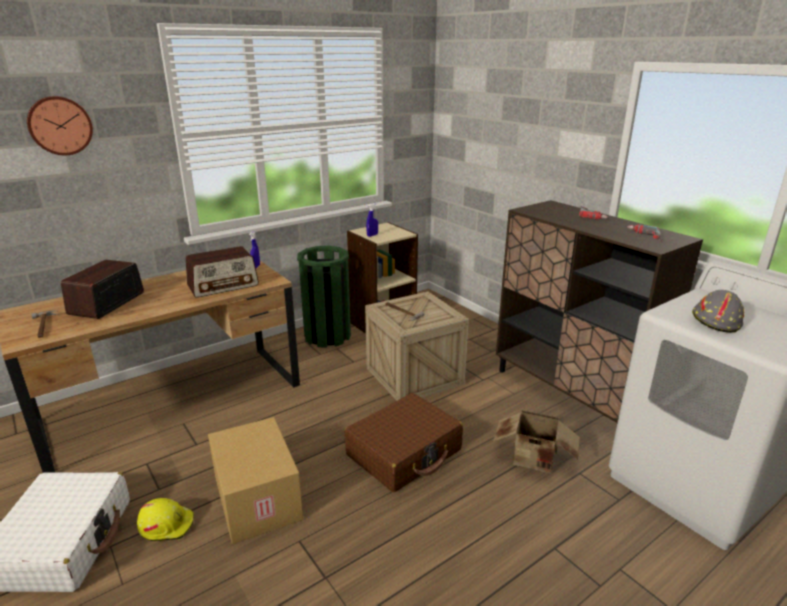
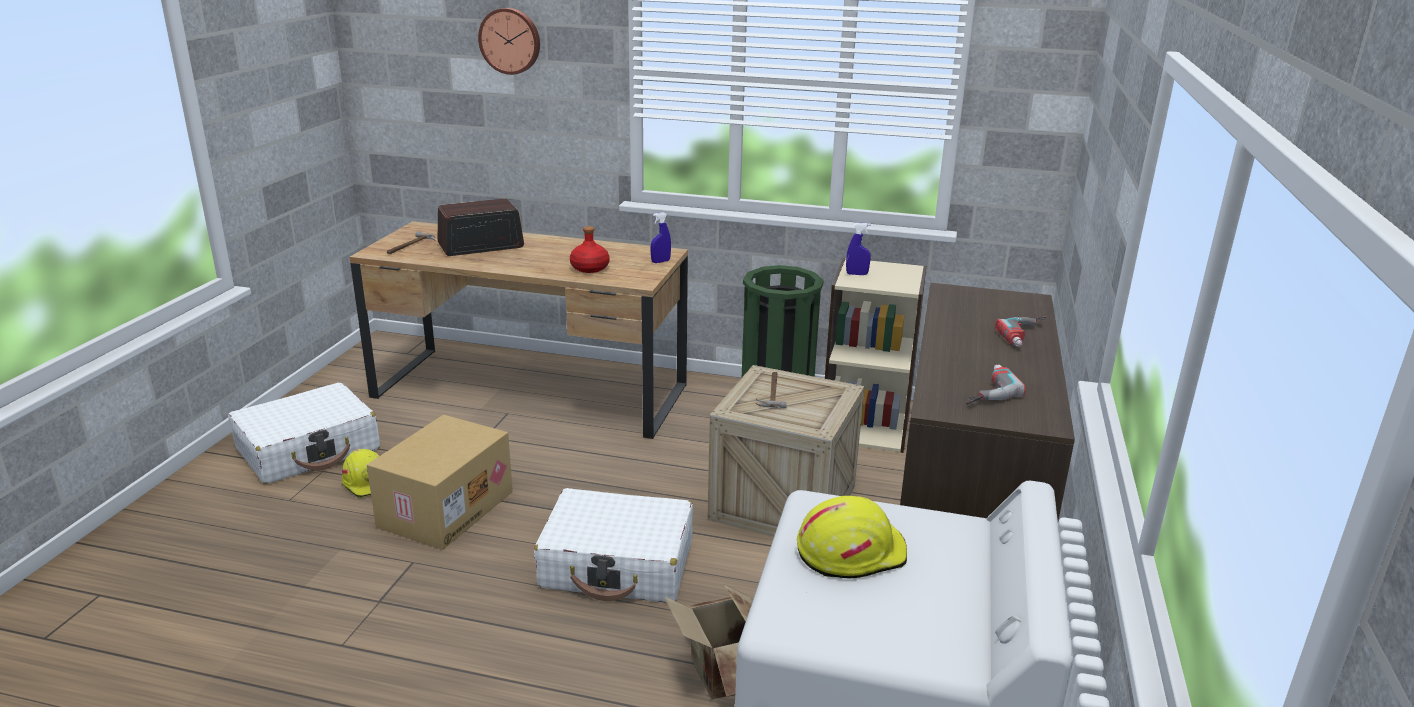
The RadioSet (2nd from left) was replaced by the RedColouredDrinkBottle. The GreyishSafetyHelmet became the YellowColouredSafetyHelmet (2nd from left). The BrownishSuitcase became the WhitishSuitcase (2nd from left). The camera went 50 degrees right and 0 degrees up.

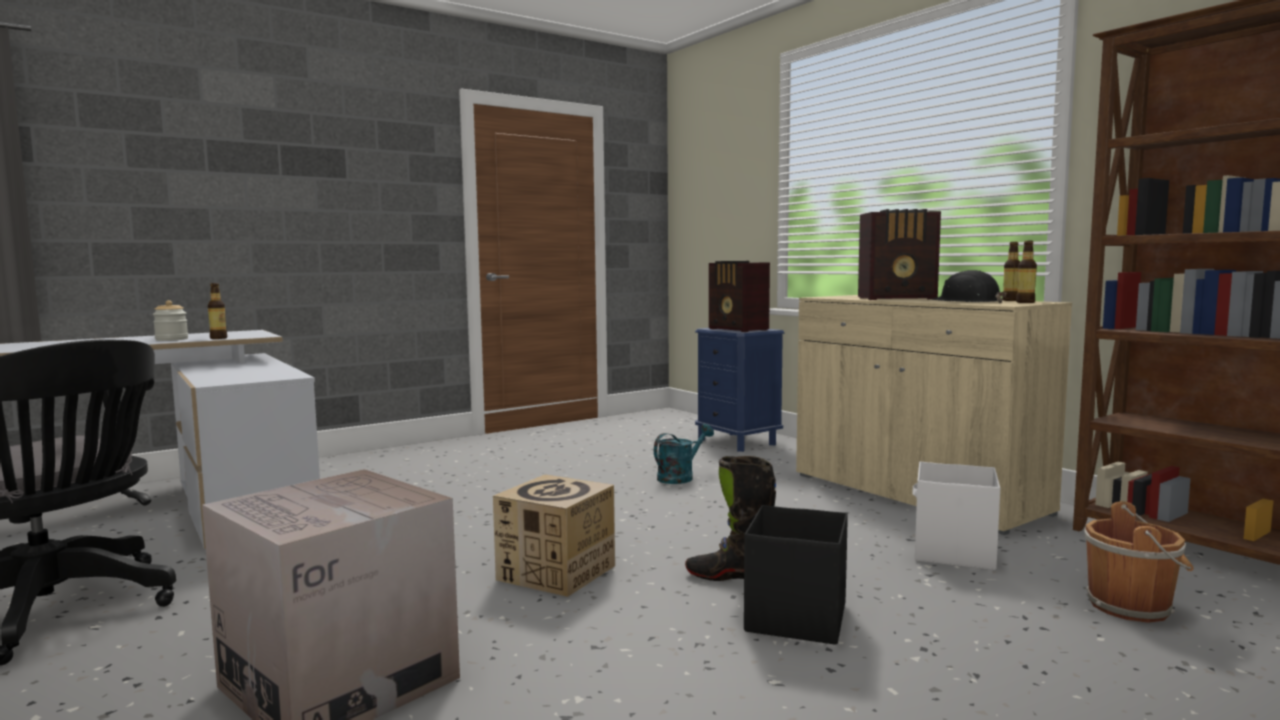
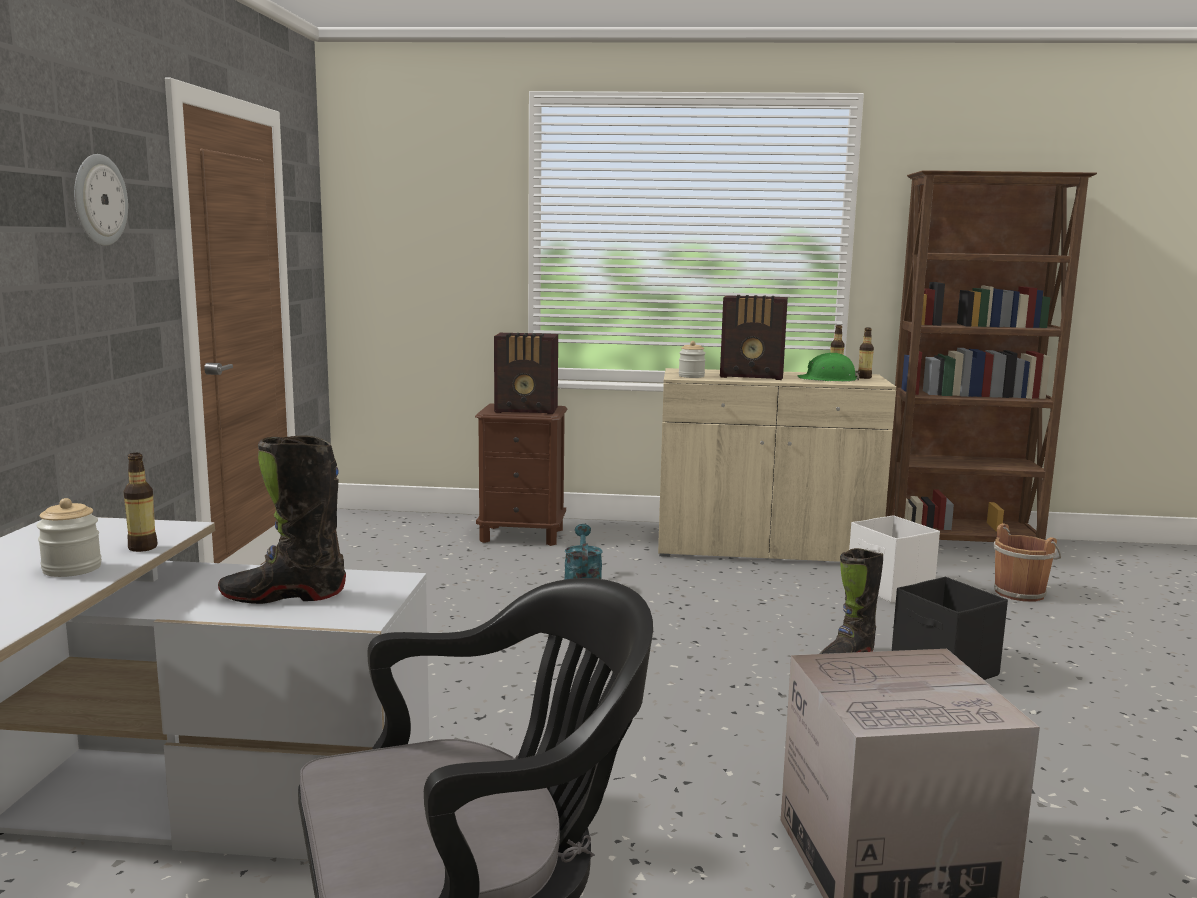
The RadioSet (2nd from left) turned 60 degrees clockwise. The BlackColouredSafetyHelmet became the GreenSafetyHelmet. The BlueBedsideTable became the BrownishBedsideTable. The PackingBox (2nd from left) disappeared. The ClockOnTheWall appeared. The Jar (2nd from left) appeared. The BlackColouredHighTopBoot (1st from left) appeared. The camera went 50 degrees left and 5 degrees up.

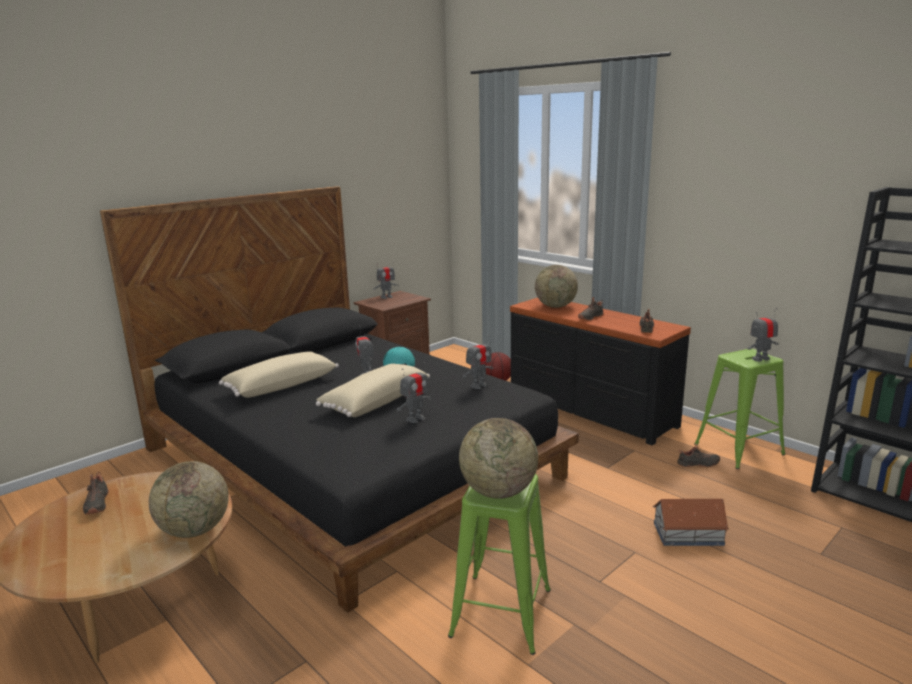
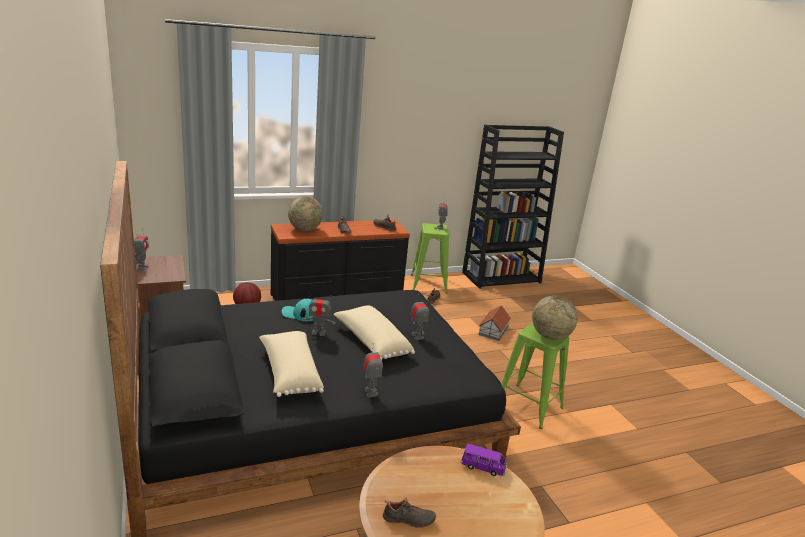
The ModelRobot (4th from left in the first image) moved. The DeskGlobe (1st from left) was replaced by the PurpleToyCar. The camera went 70 degrees left and 5 degrees up.

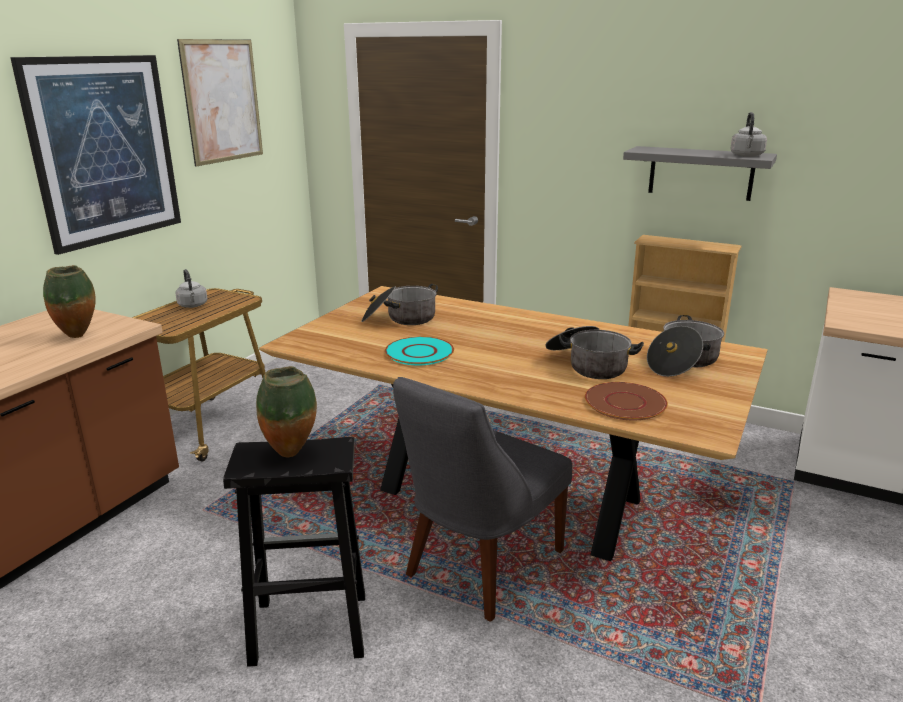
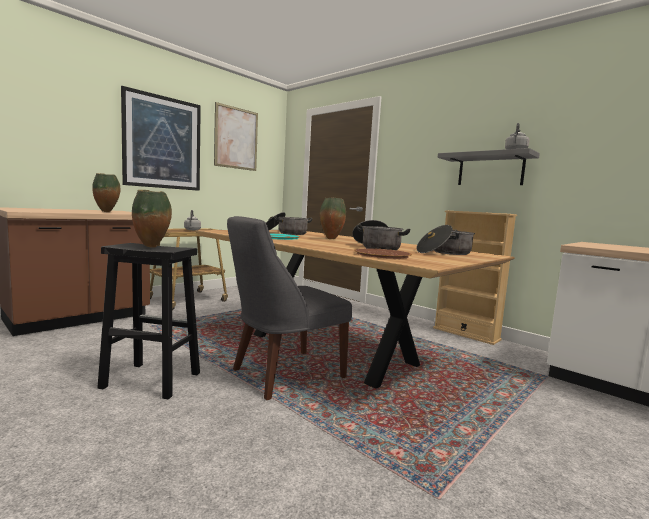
The DecorativeVase (3rd from left) appeared. The camera went 15 degrees right and 15 degrees down.

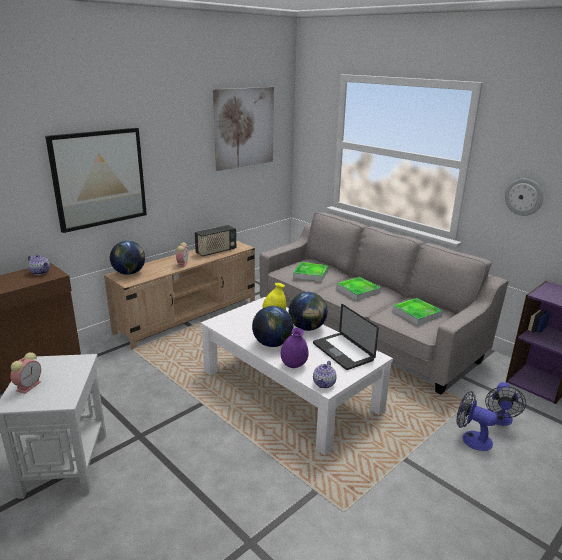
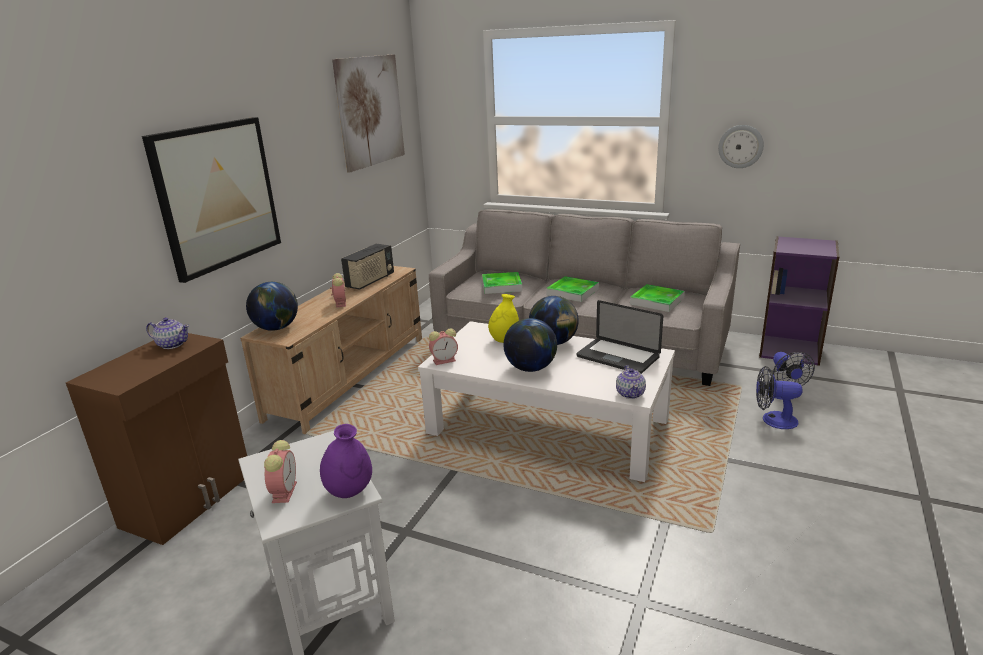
The PurpleDecorativeVase moved. The AlarmClock (3rd from left) appeared. The camera went 20 degrees left and 0 degrees up.

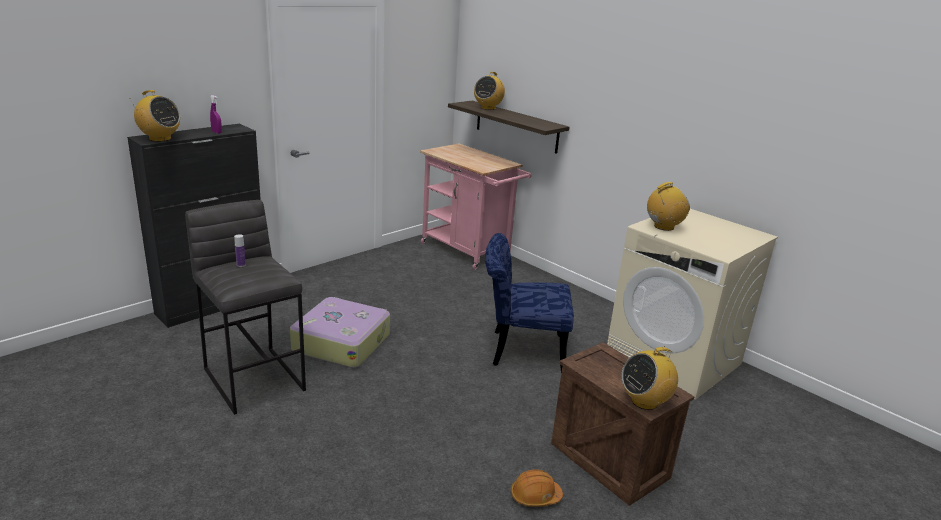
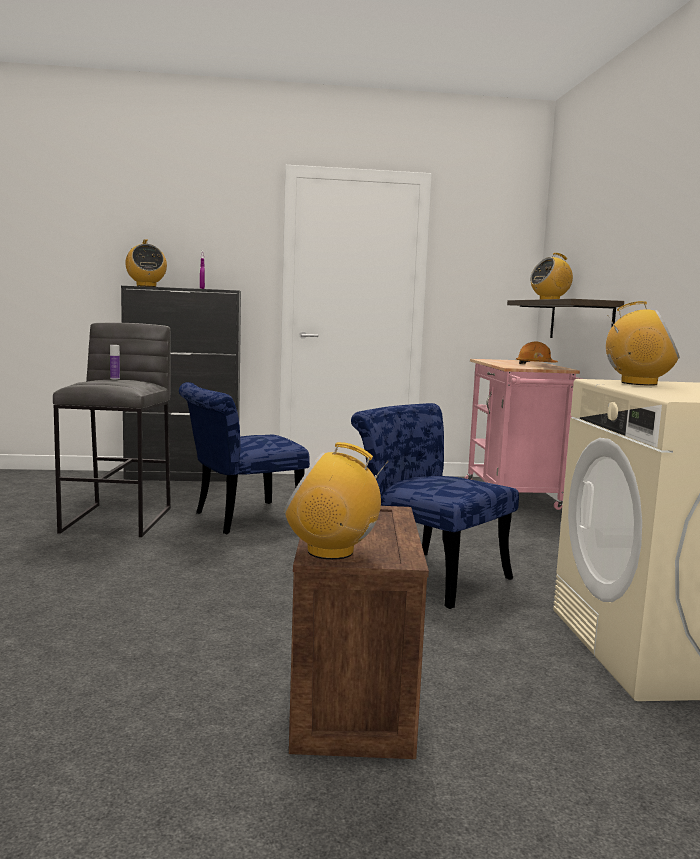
The Suitcase was replaced by the BluePlainChair (1st from left). The OrangeColouredSafetyHelmet moved. The camera went 40 degrees right and 15 degrees down.

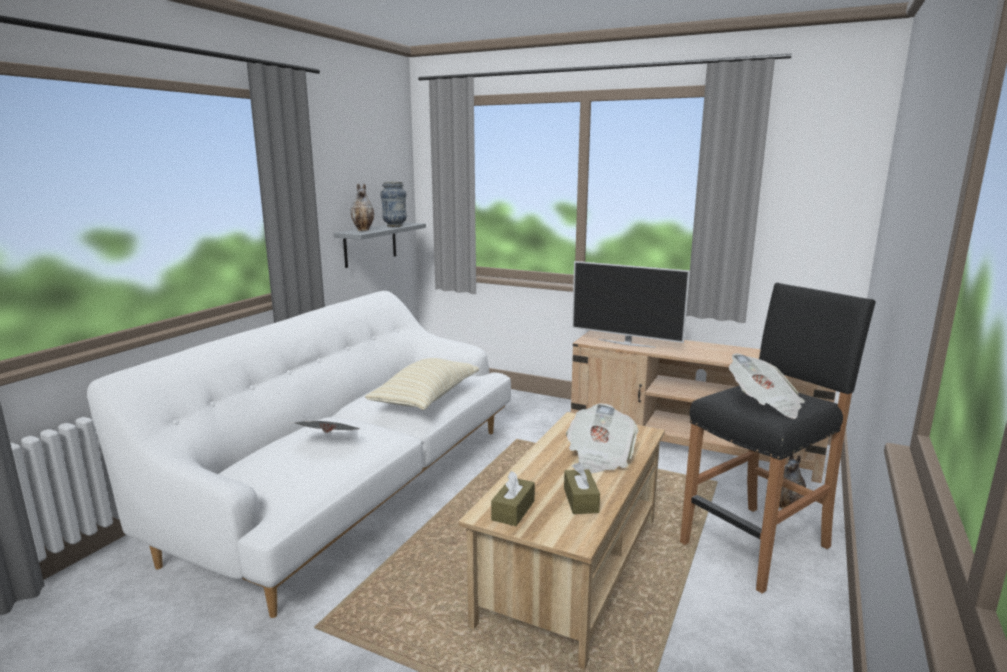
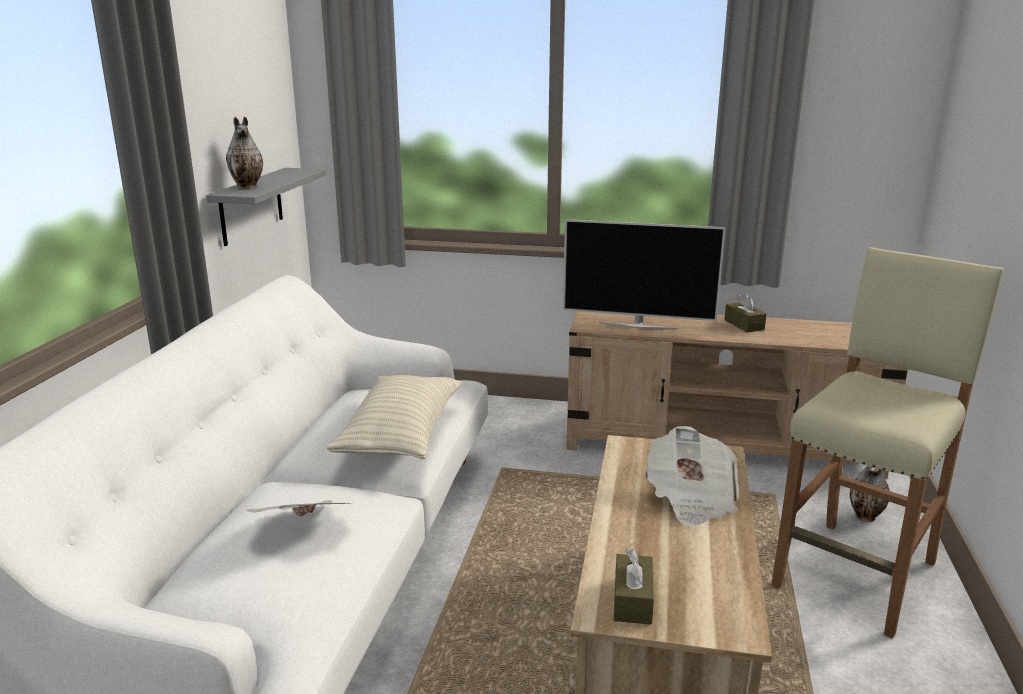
The DecorativeVase (2nd from left) disappeared. The BlackColouredStool became the BeigeColouredStool. The Newspaper (3rd from left) disappeared. The BrownishTissueBox (2nd from left) moved. The camera went 15 degrees left and 5 degrees up.

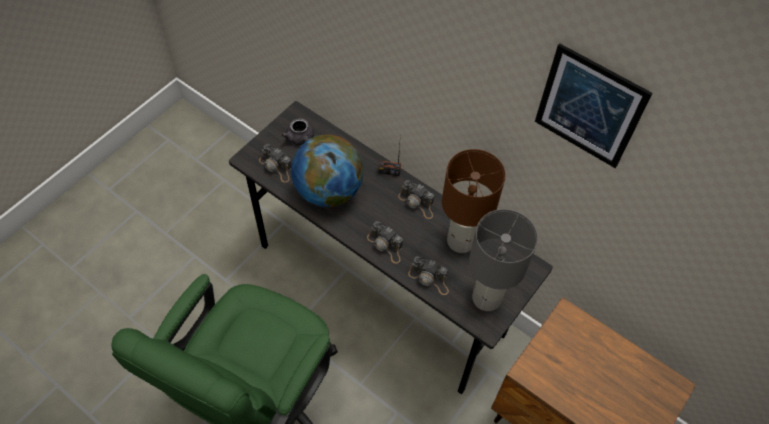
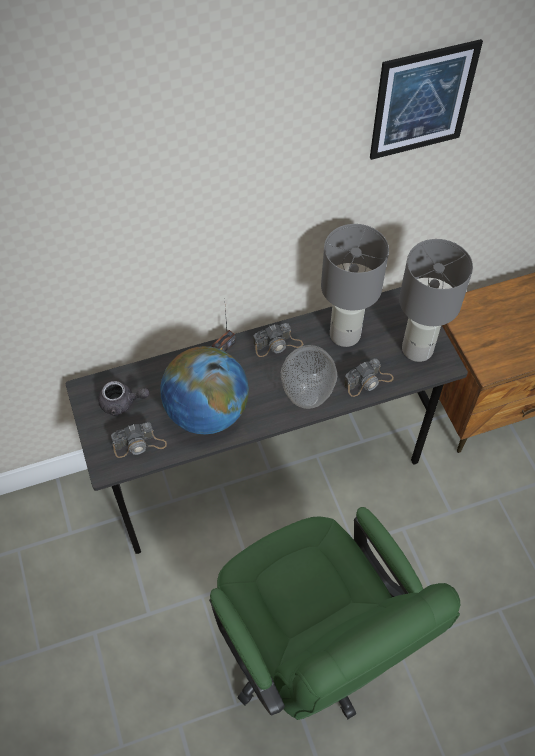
The BrownishTableLamp became the GreyishTableLamp (1st from left). The StillCamera (2nd from left) was replaced by the DecorativeVase. The camera went 55 degrees left and 0 degrees up.

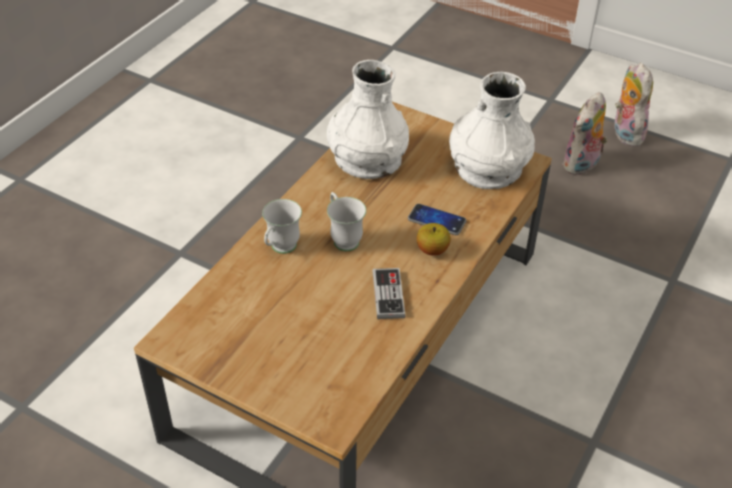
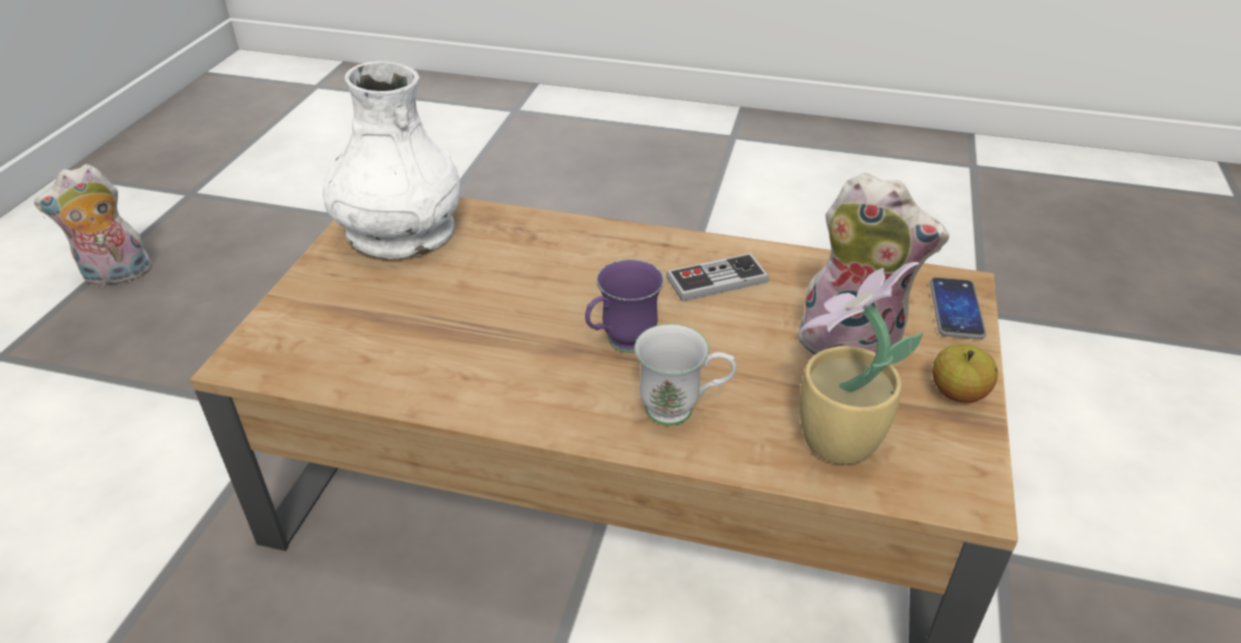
The WhitishDecorativeVase (1st from left) disappeared. The CuddlyToy (1st from left in the first image) moved. The WhitishMug (2nd from left) became the PurpleMug. The Phone moved. The WholeApple moved. The PlantInAPot appeared. The camera went 105 degrees left and 5 degrees down.

